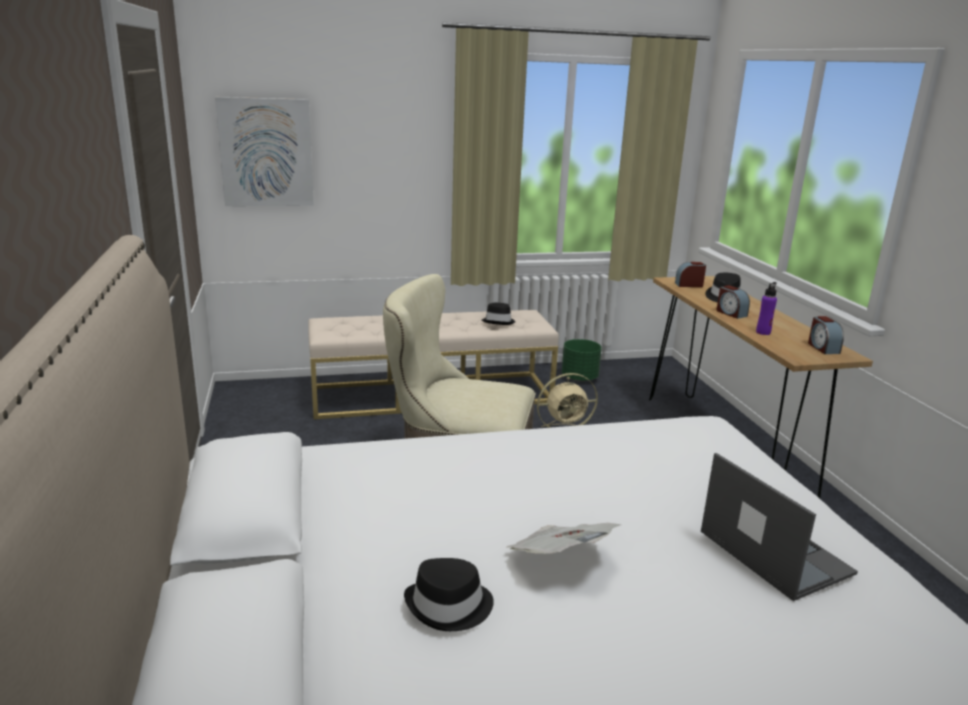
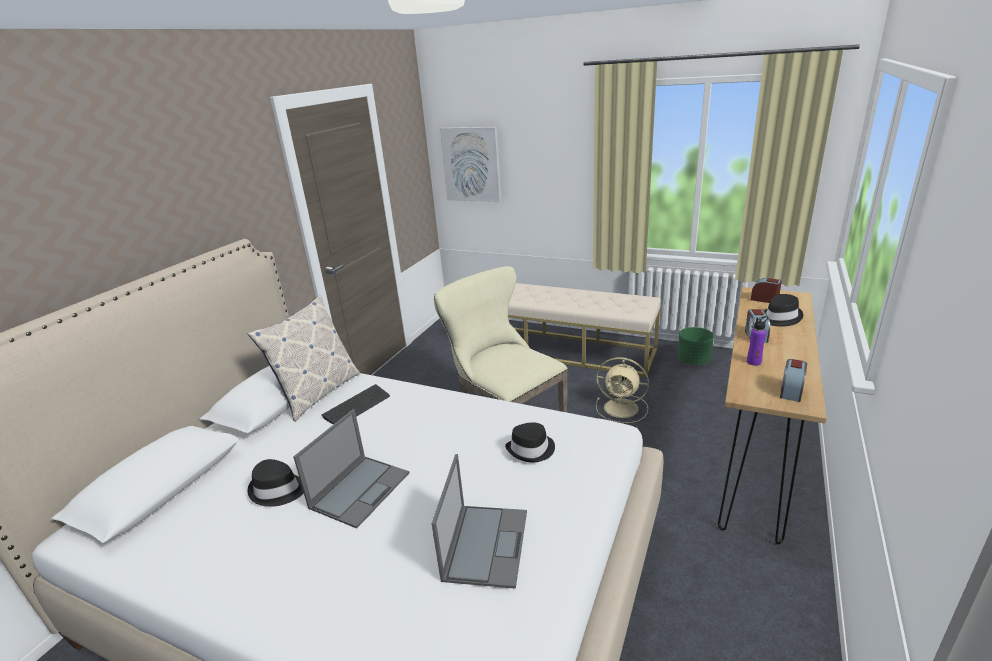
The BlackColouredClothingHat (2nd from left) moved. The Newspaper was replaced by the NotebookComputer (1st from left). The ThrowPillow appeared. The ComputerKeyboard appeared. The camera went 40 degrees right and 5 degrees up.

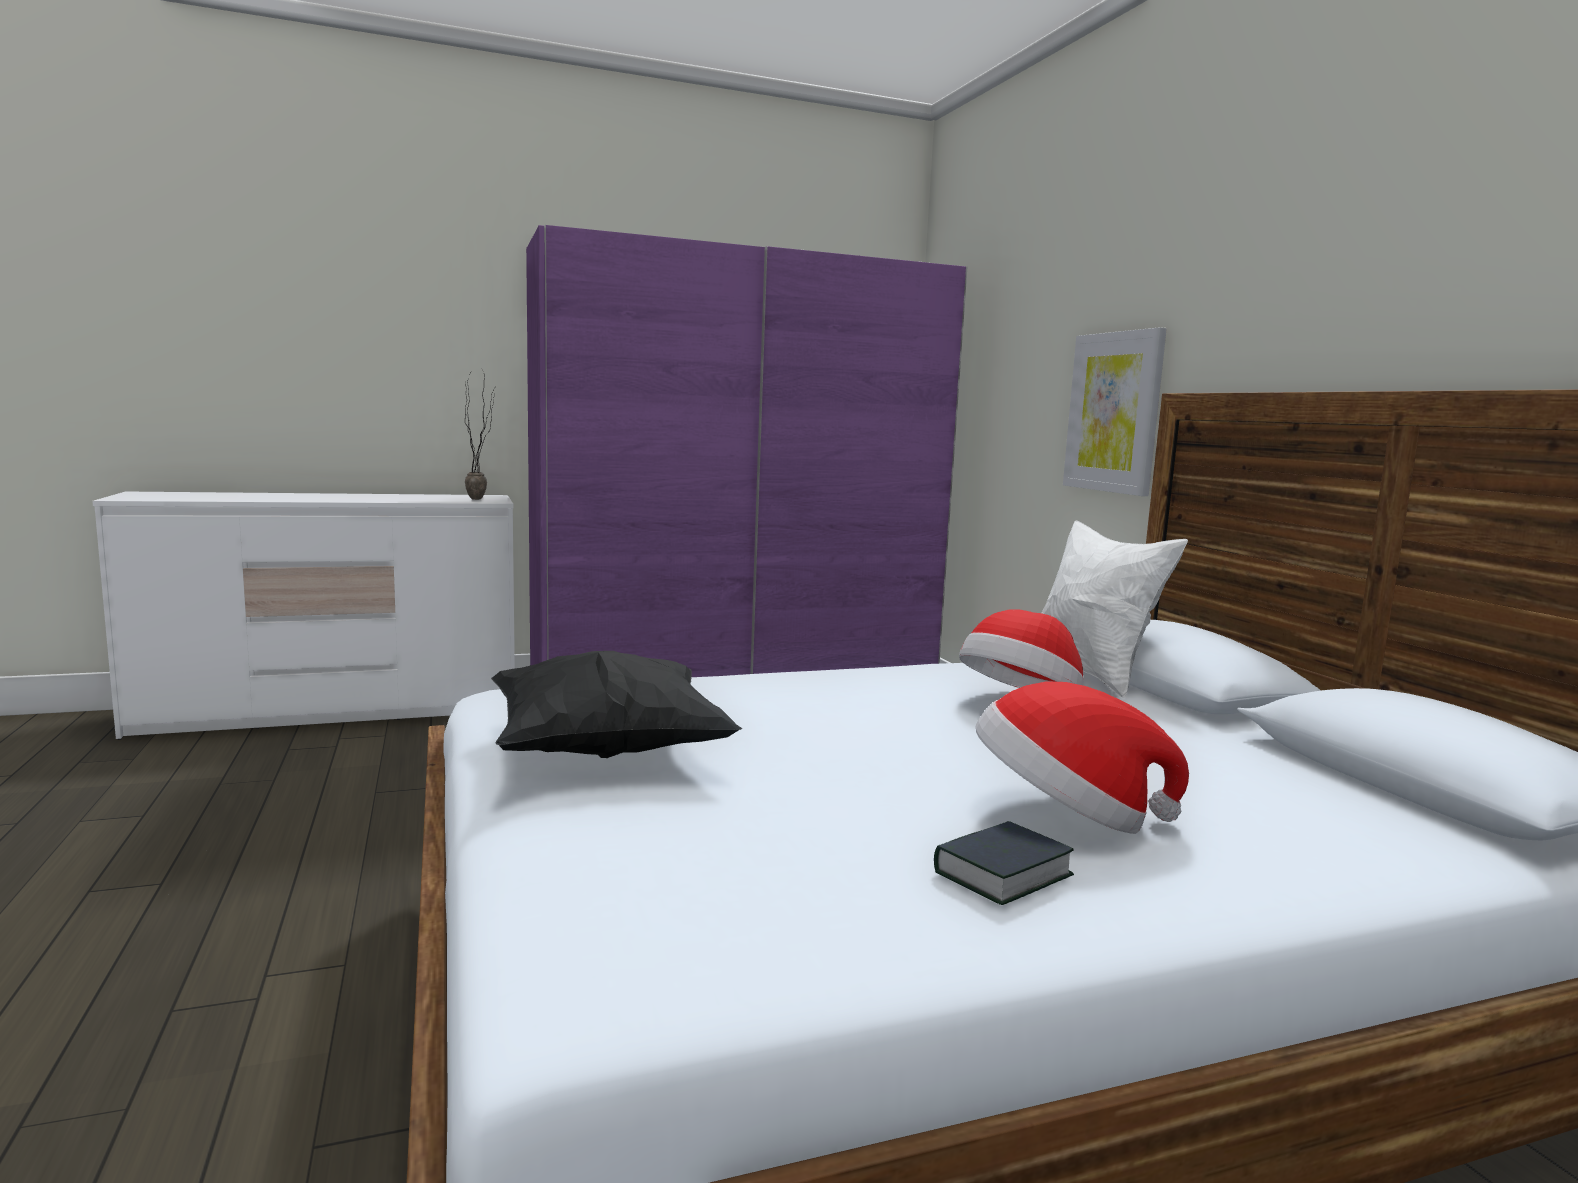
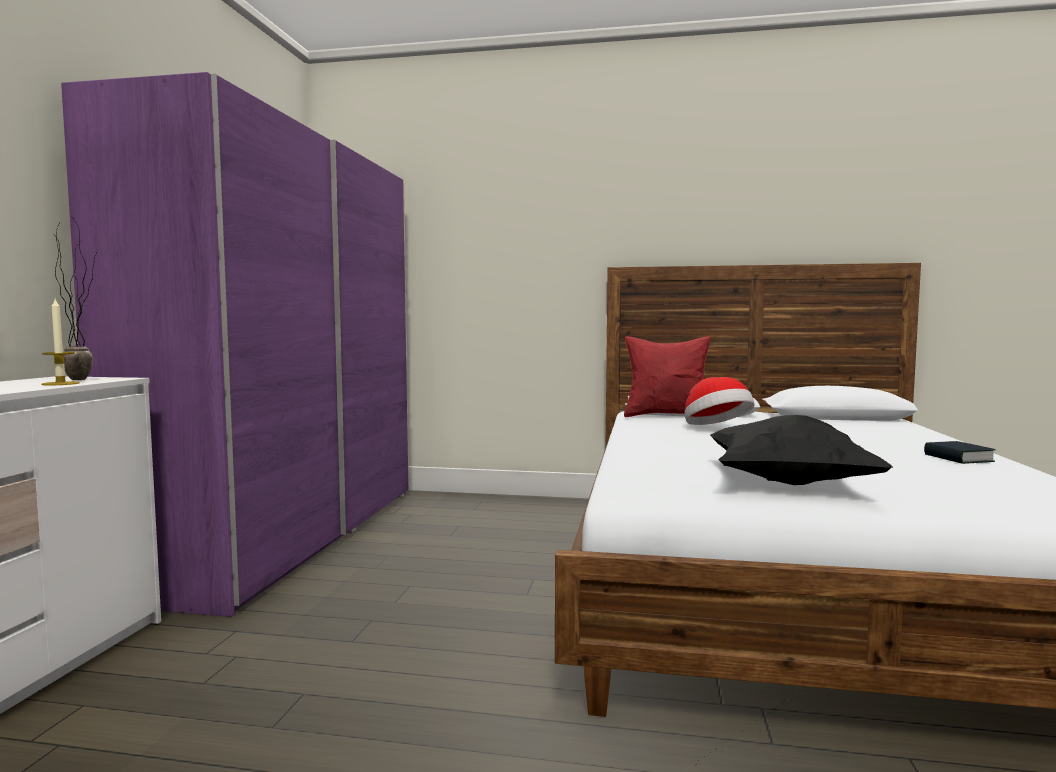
The WallArt disappeared. The WhitishThrowPillow became the RedColouredThrowPillow. The ClothingHat (2nd from left) disappeared. The WaxLight appeared. The camera went 60 degrees left and 5 degrees down.

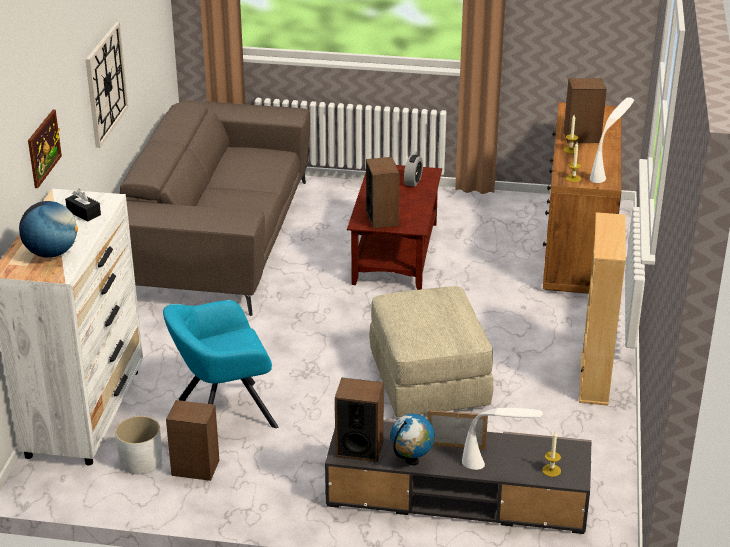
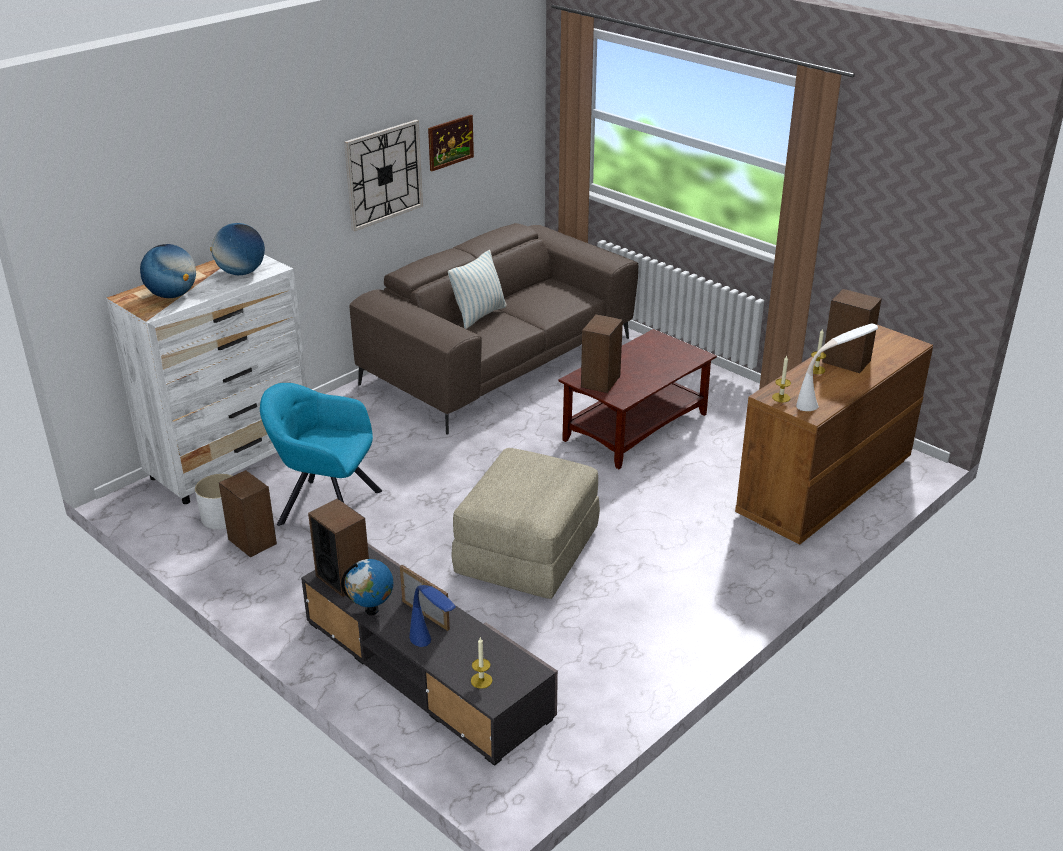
The WallArt moved. The AlarmClock disappeared. The BlackColouredTissueBox was replaced by the DeskGlobe (2nd from left). The BeigeColouredBookcase disappeared. The WhitishTableLamp (1st from left) became the BlueTableLamp. The ThrowPillow appeared. The camera went 35 degrees right and 0 degrees up.

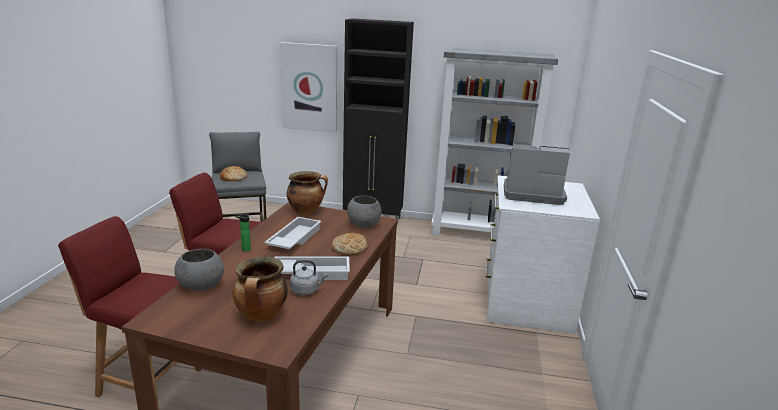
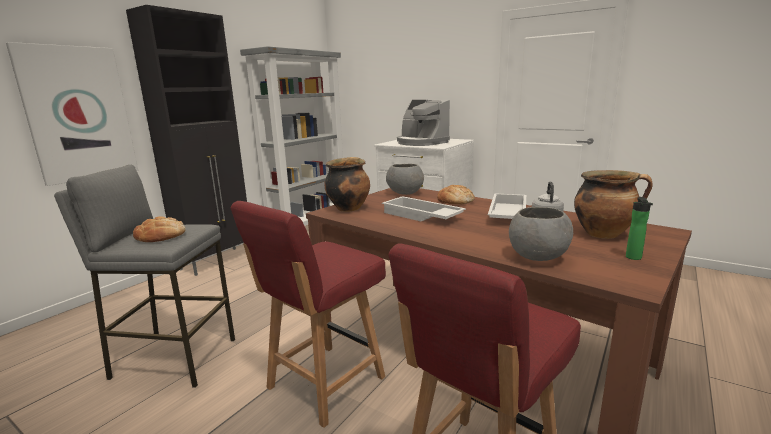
The CoffeeBrewer turned 75 degrees counterclockwise. The DrinkBottle moved. The camera went 65 degrees left and 5 degrees down.

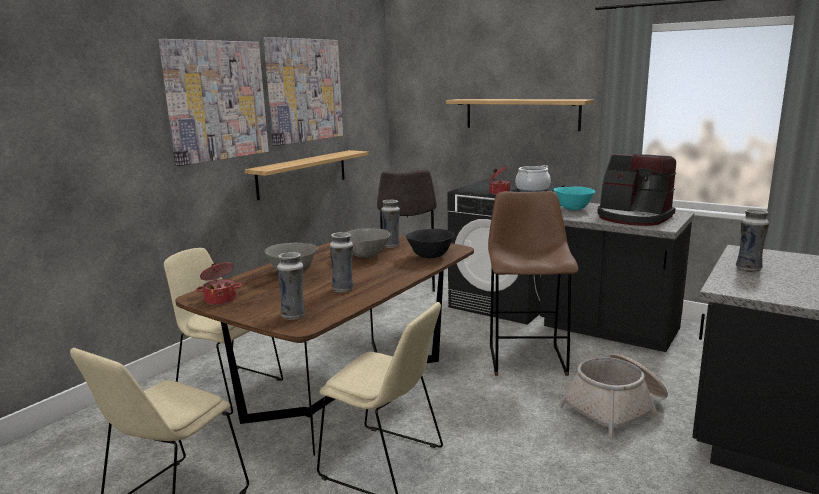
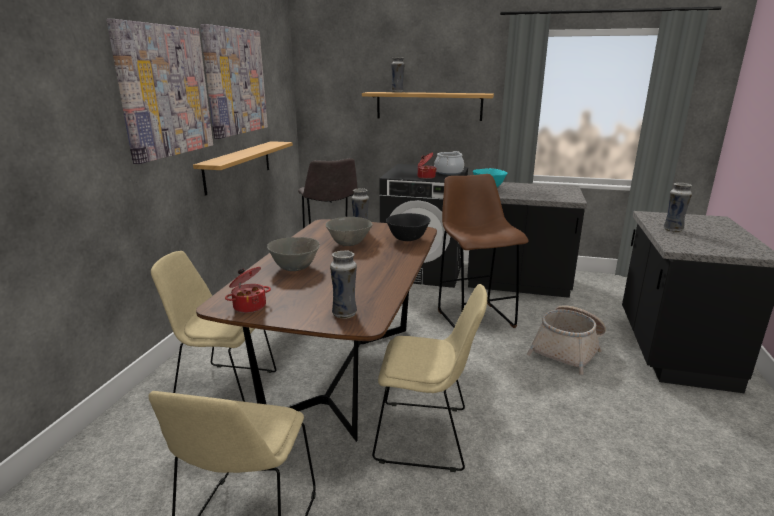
The CoffeeBrewer disappeared. The DecorativeVase (2nd from left in the first image) moved. The camera went 20 degrees left and 5 degrees up.

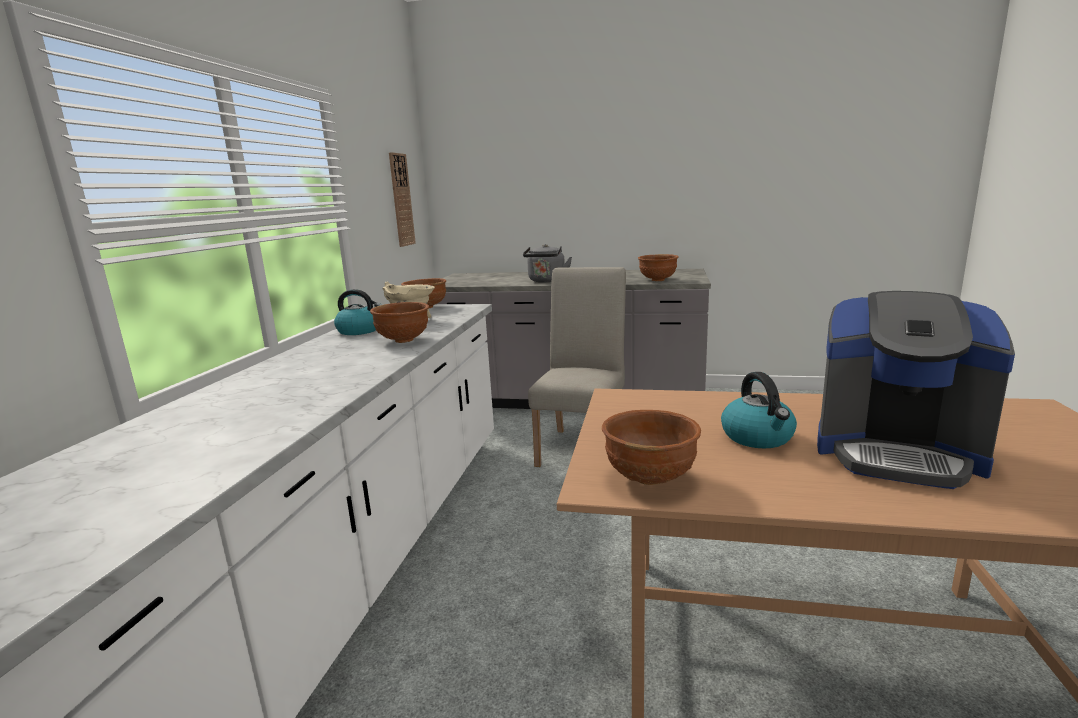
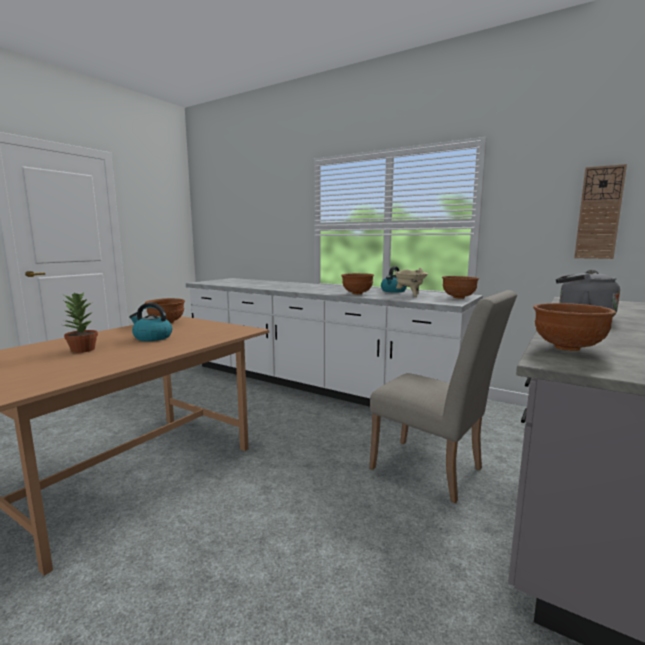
The CoffeeBrewer was replaced by the PlantInAPot. The camera went 110 degrees right and 5 degrees down.

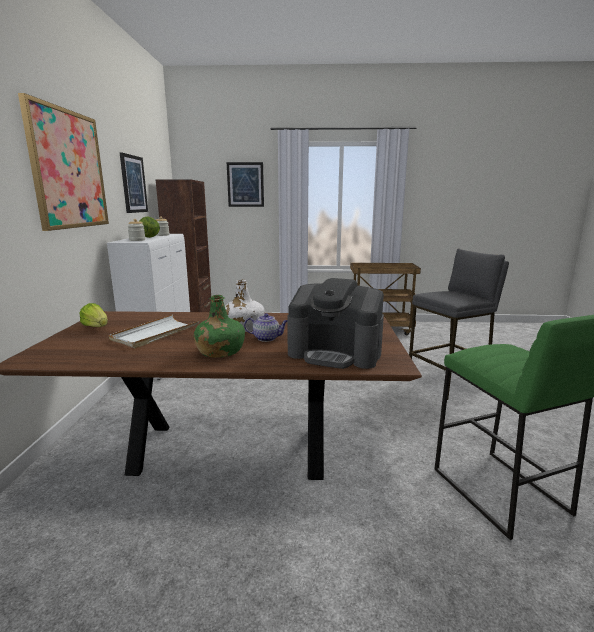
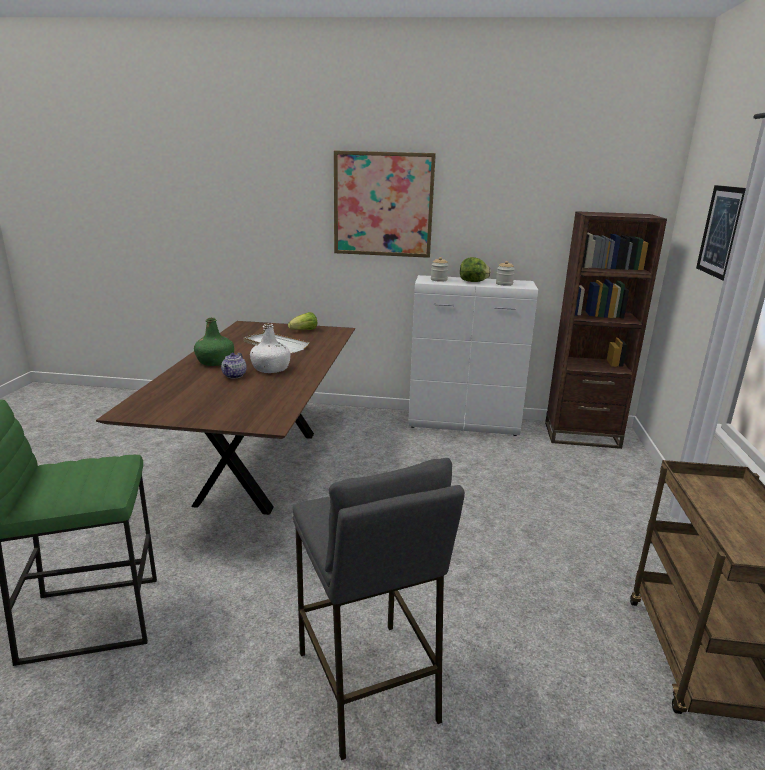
The WallArt (2nd from left) disappeared. The CoffeeBrewer disappeared. The camera went 95 degrees right and 5 degrees up.

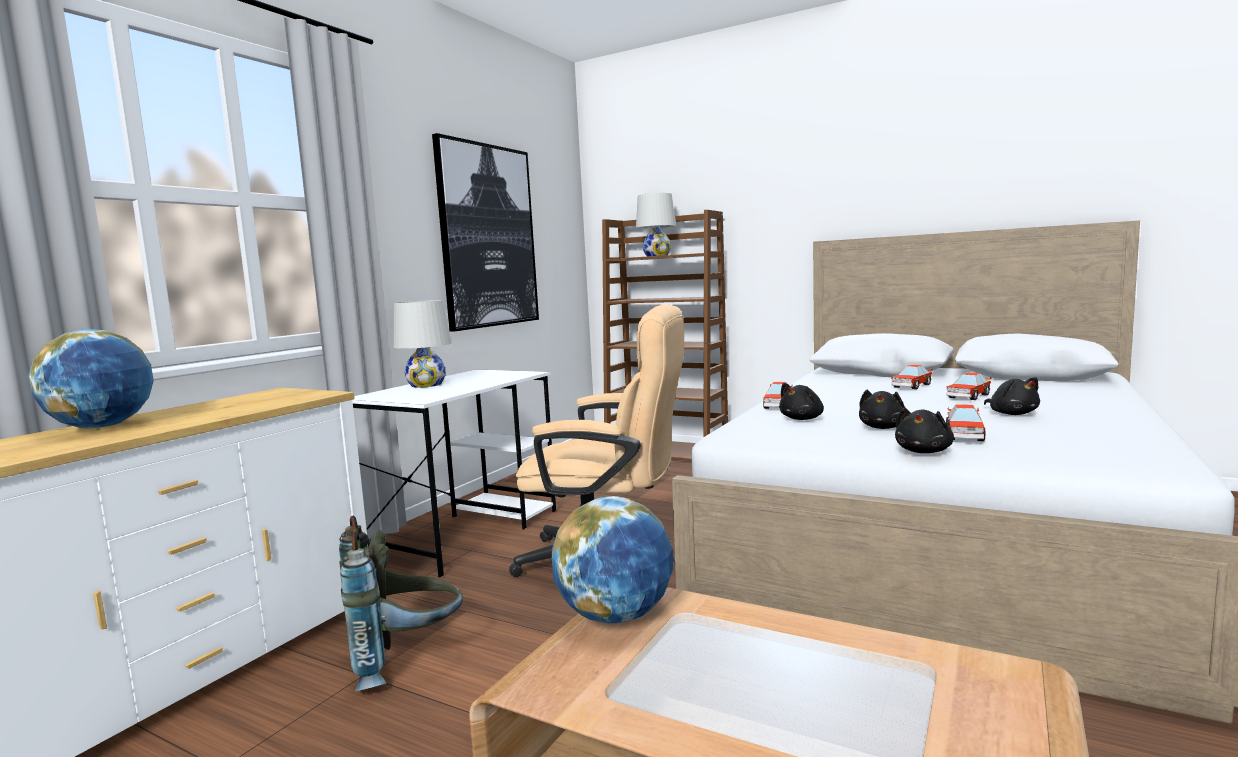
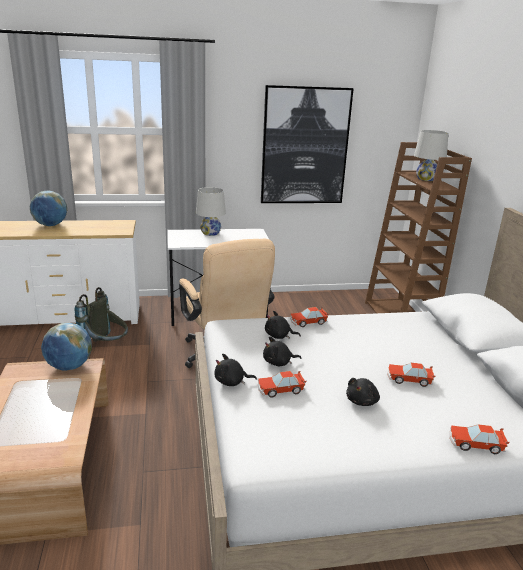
The ToyCar (2nd from left in the first image) moved. The camera went 50 degrees right and 15 degrees up.

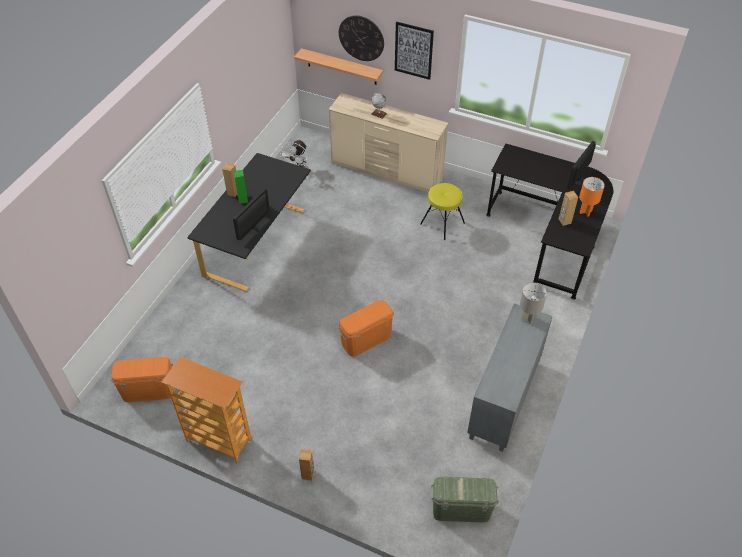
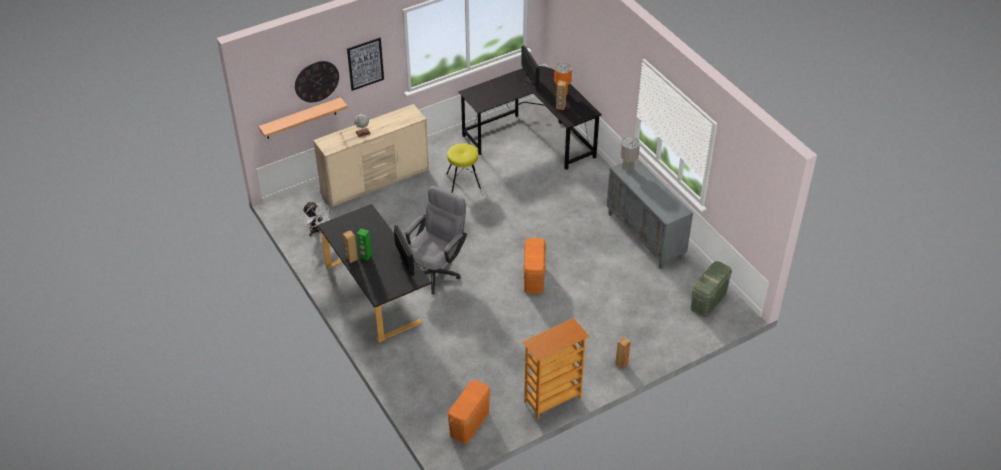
The GreyishComputerChair appeared. The camera went 55 degrees left and 5 degrees down.

